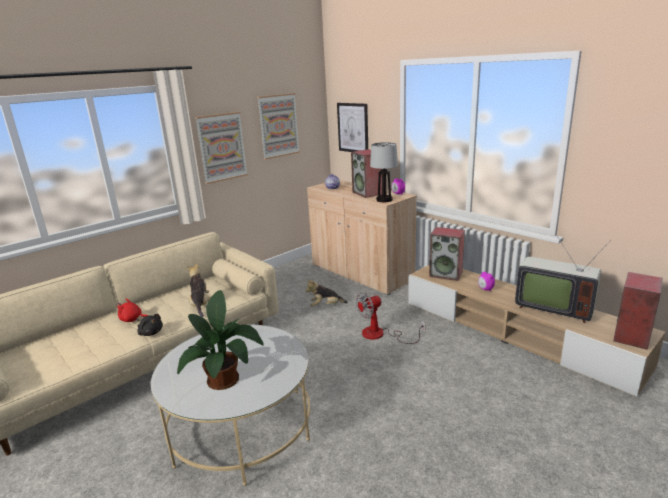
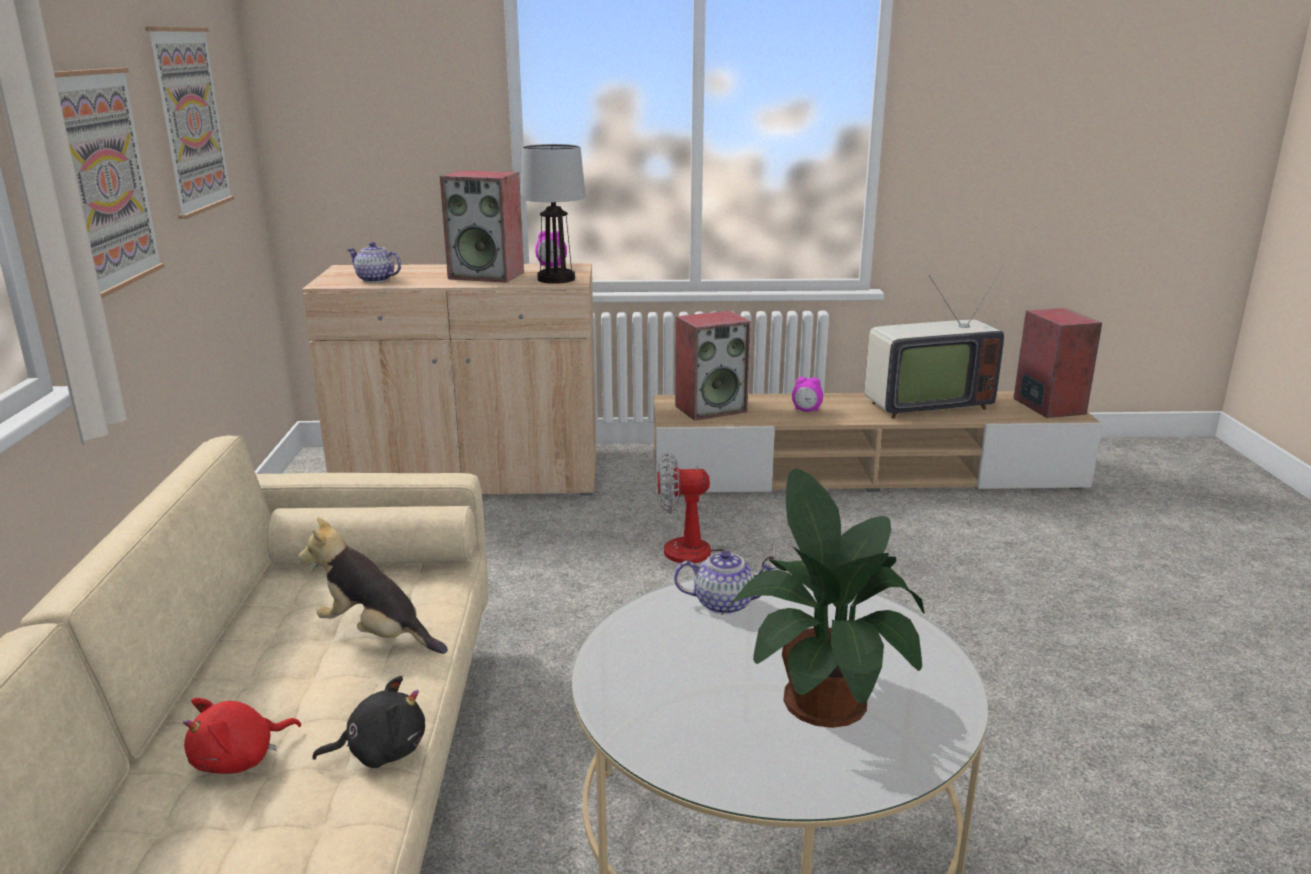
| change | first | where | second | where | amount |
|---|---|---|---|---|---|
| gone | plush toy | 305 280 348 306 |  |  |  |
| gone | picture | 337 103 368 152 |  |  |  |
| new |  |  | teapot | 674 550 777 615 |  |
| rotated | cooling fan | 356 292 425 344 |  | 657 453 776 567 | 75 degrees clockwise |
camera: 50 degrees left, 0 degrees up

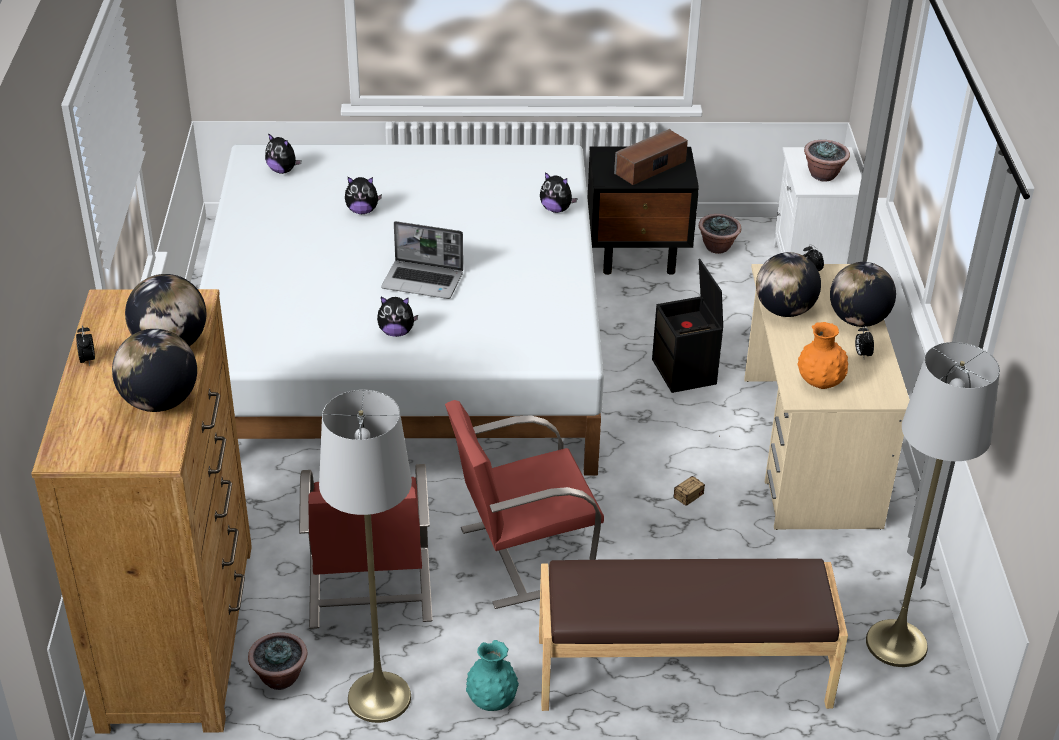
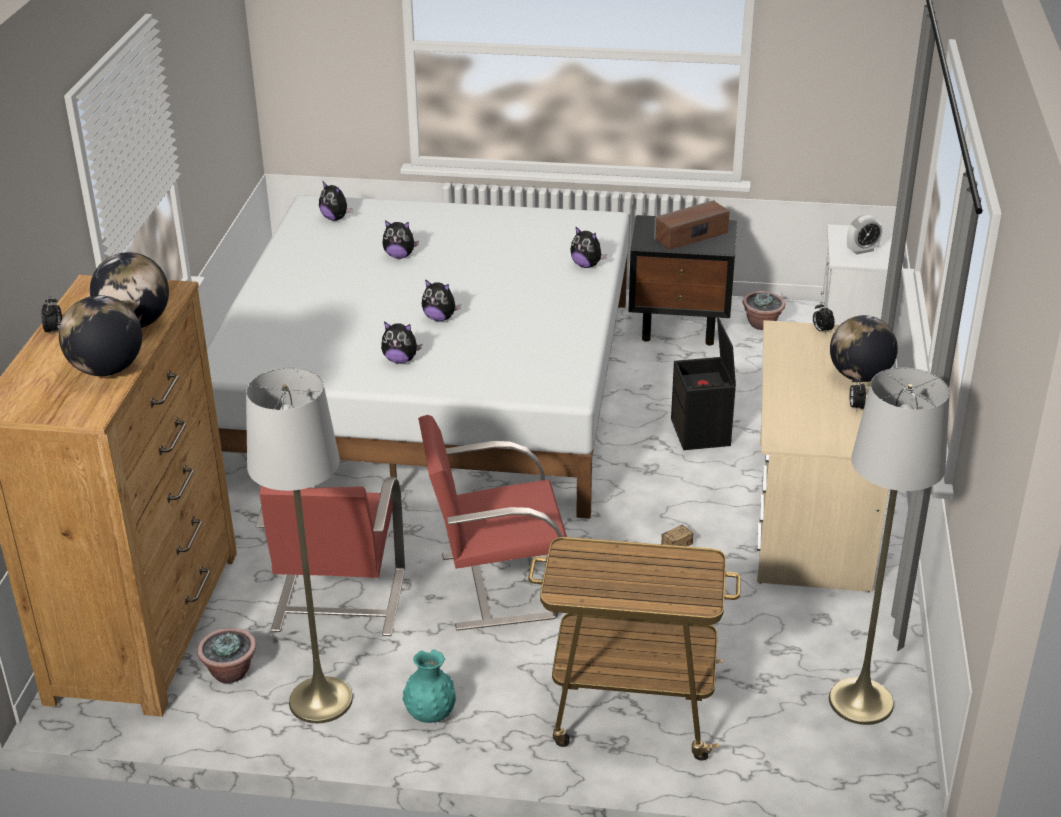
| change | first | where | second | where | amount |
|---|---|---|---|---|---|
| gone | world globe | 756 252 821 317 |  |  |  |
| gone | orangey vase | 797 322 848 389 |  |  |  |
| swapped | notebook computer | 381 221 463 299 | plush toy | 422 279 461 321 |  |
| swapped | brown-coloured indoor bench | 539 559 848 711 | wheeled cart | 528 537 741 760 |  |
| swapped | houseplant | 804 140 850 182 | alarm clock | 847 215 883 255 |  |
camera: 10 degrees right, 5 degrees down

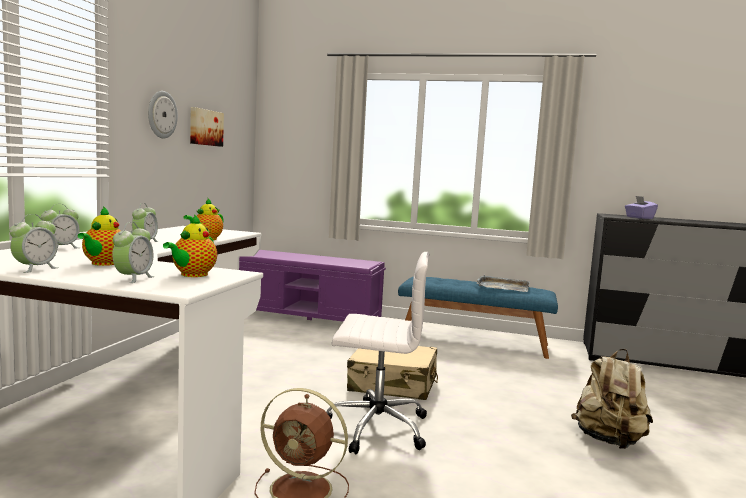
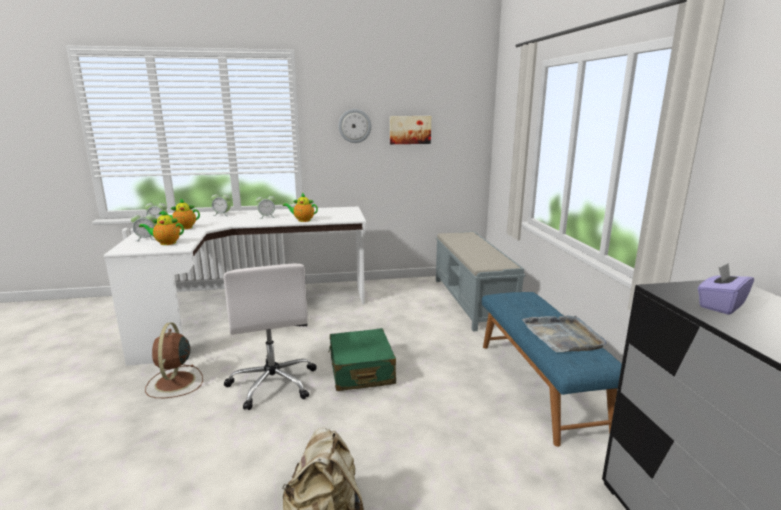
| change | first | where | second | where | amount |
|---|---|---|---|---|---|
| repainted | purple indoor bench | 239 250 386 322 | grey indoor bench | 436 231 525 332 |  |
| repainted | sand-coloured piece of luggage | 347 346 438 400 | green piece of luggage | 329 328 396 391 |  |
camera: 65 degrees right, 10 degrees up

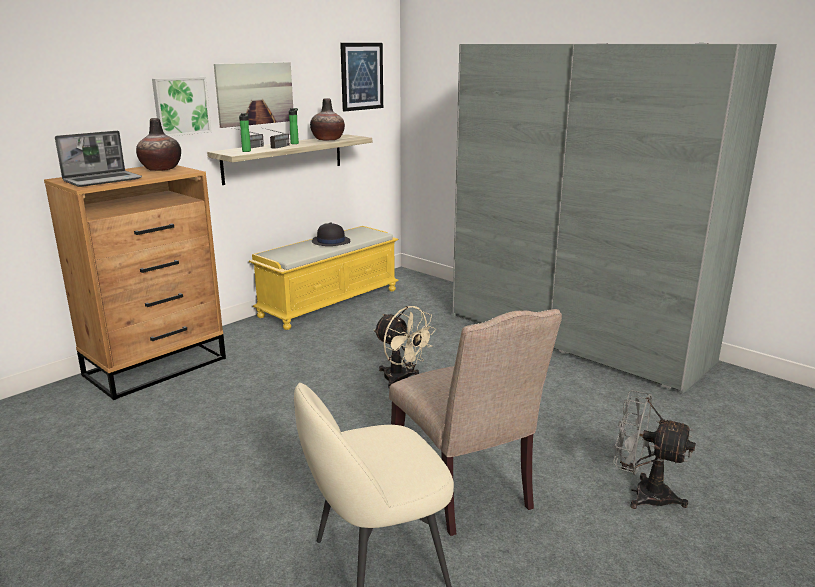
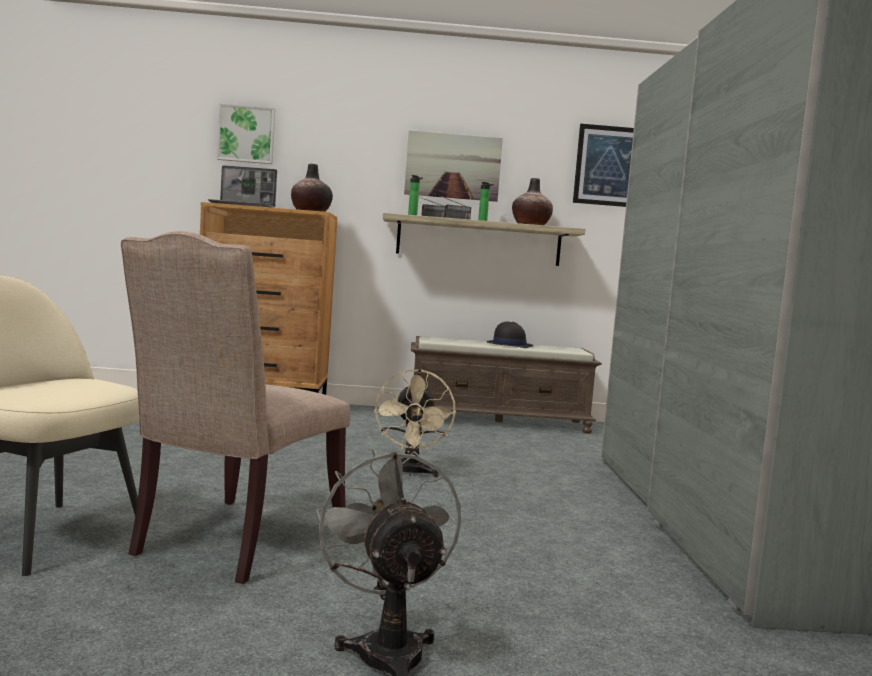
| change | first | where | second | where | amount |
|---|---|---|---|---|---|
| shifted | picture | 152 77 212 136 |  | 217 103 276 164 |  |
| repainted | yellow indoor bench | 249 226 399 330 | brown-coloured indoor bench | 411 336 602 434 |  |
camera: 45 degrees right, 15 degrees down

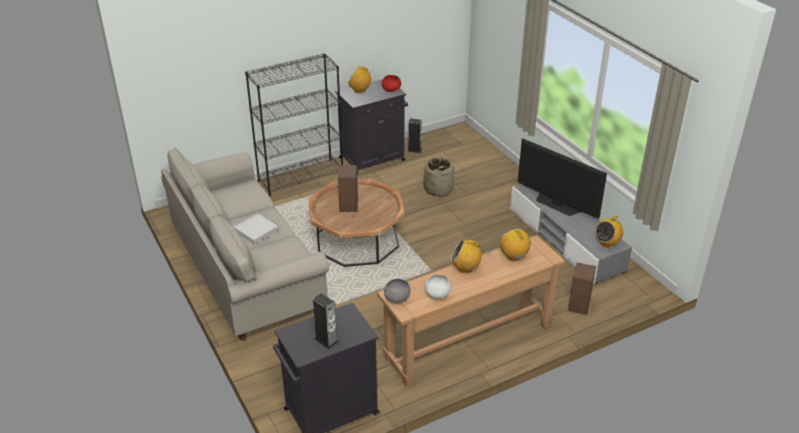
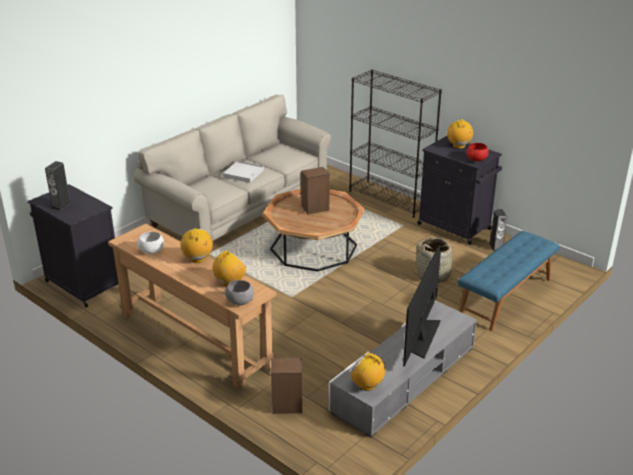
| change | first | where | second | where | amount |
|---|---|---|---|---|---|
| new |  |  | blue-coloured indoor bench | 458 231 560 331 |  |
| shifted | grey serving bowl | 384 279 411 303 |  | 225 280 254 306 |  |
camera: 70 degrees right, 5 degrees down

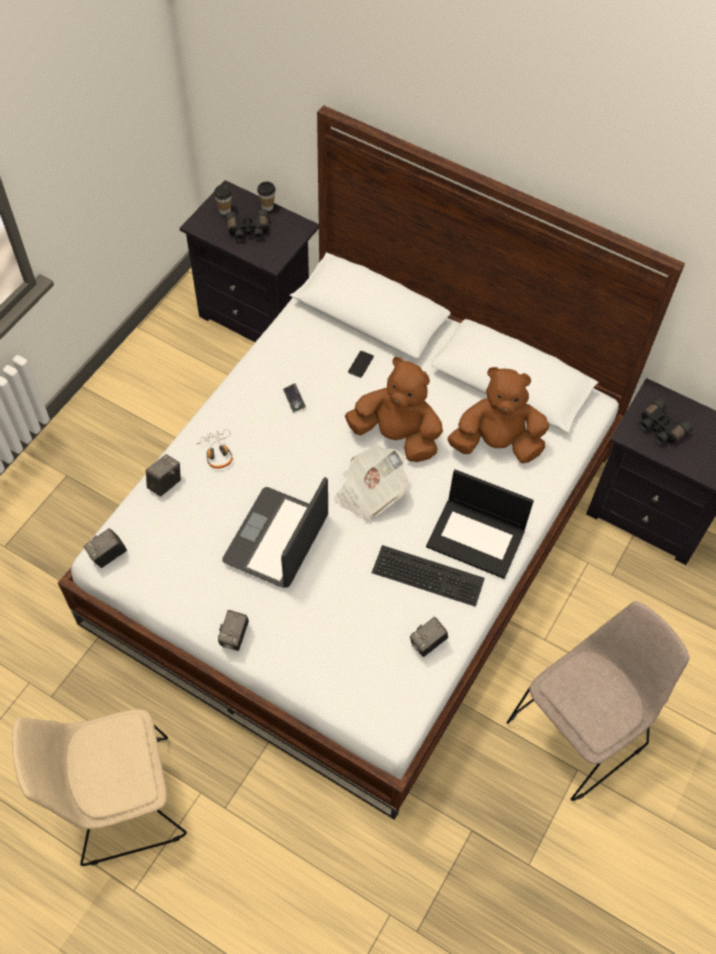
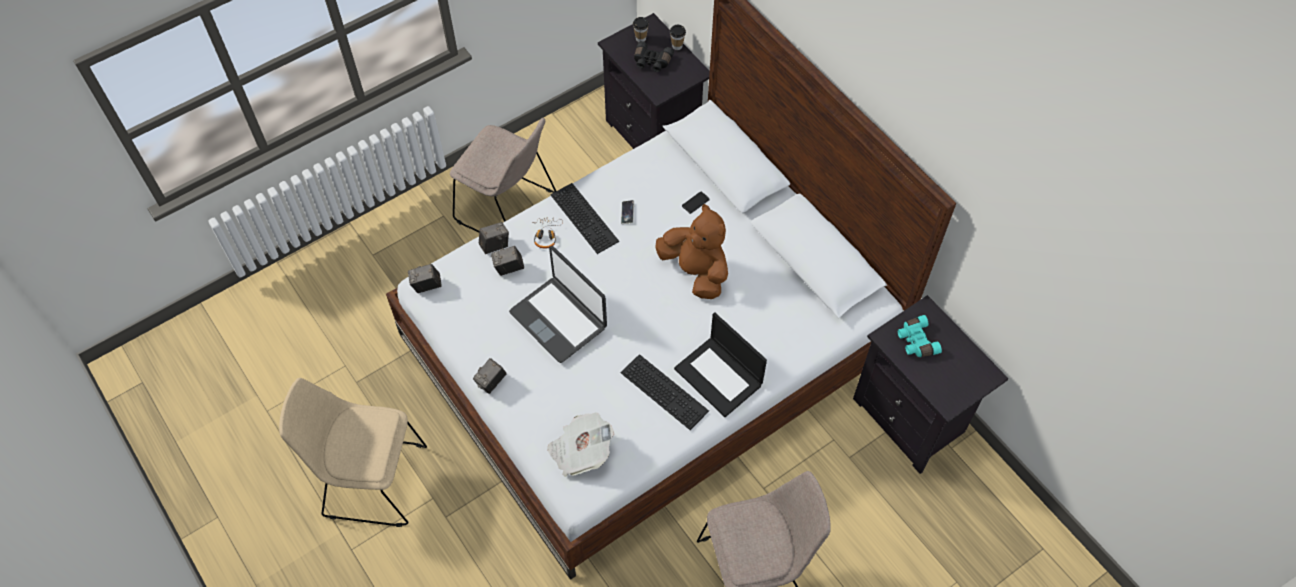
| change | first | where | second | where | amount |
|---|---|---|---|---|---|
| gone | brown-coloured plush toy | 447 367 549 463 |  |  |  |
| new |  |  | sand-coloured upright chair | 450 118 556 232 |  |
| new |  |  | keyboard | 550 183 619 254 |  |
| shifted | newspaper | 334 445 408 521 |  | 547 412 614 477 |  |
| shifted | still camera | 410 617 448 657 |  | 491 246 524 276 |  |
| repainted | blackish binoculars | 639 398 693 444 | turquoise binoculars | 898 315 942 357 |  |
| rotated | notebook computer | 222 477 328 588 |  | 509 246 607 363 | 90 degrees counterclockwise |
camera: 25 degrees right, 0 degrees up

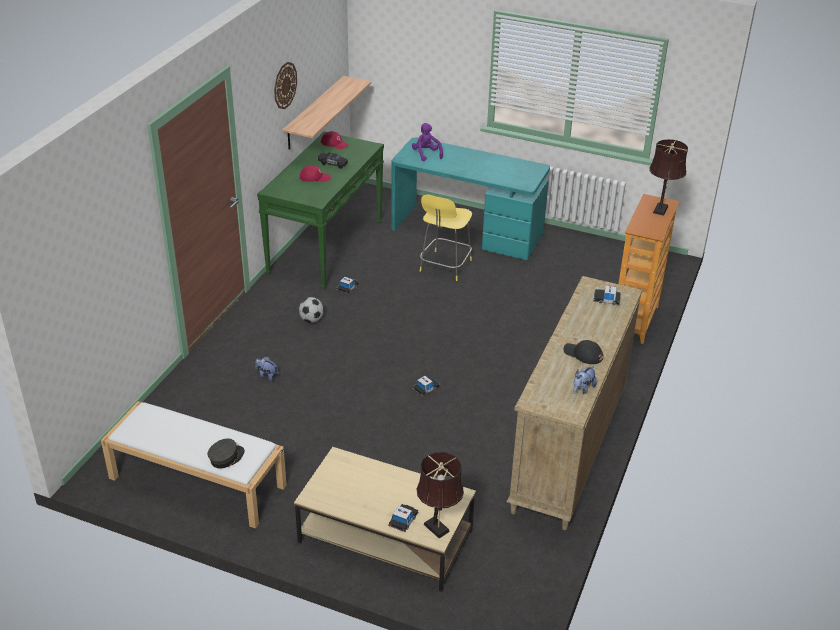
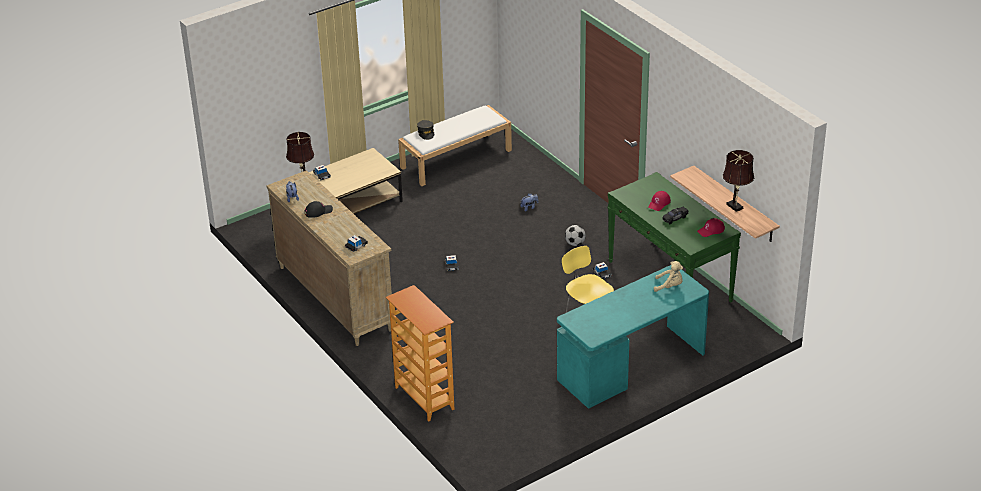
| change | first | where | second | where | amount |
|---|---|---|---|---|---|
| gone | hanging clock | 274 62 297 109 |  |  |  |
| shifted | brown-coloured lamp for a table | 649 139 688 216 |  | 723 150 754 212 |  |
| repainted | purple plush toy | 412 123 443 161 | sand-coloured plush toy | 654 261 683 292 |  |
camera: 125 degrees right, 0 degrees up

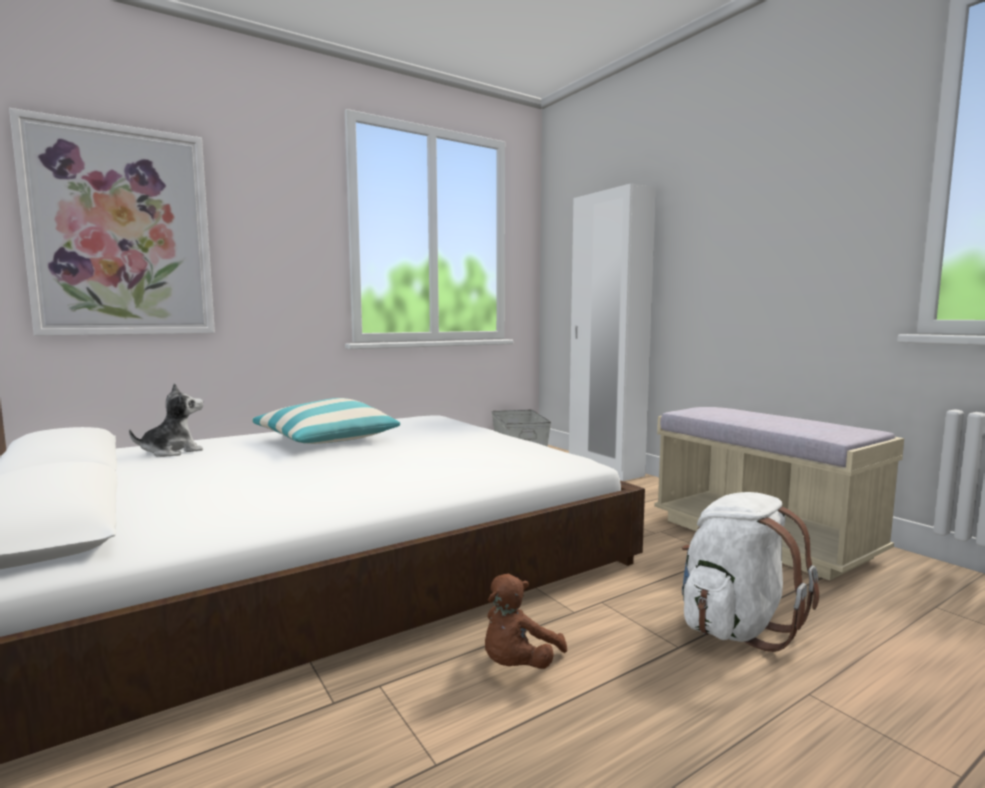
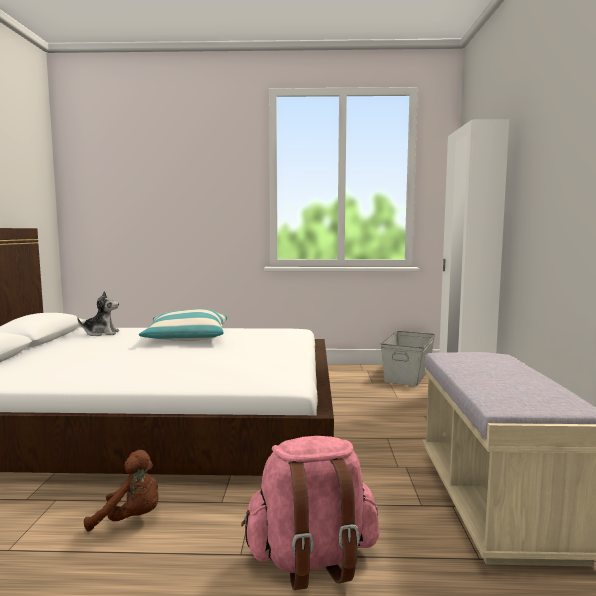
| change | first | where | second | where | amount |
|---|---|---|---|---|---|
| gone | picture | 9 108 215 336 |  |  |  |
| repainted | whitish knapsack | 682 492 819 652 | pink knapsack | 241 436 380 590 |  |
| rotated | brown-coloured plush toy | 485 573 567 669 |  | 84 450 159 532 | 150 degrees counterclockwise |
camera: 35 degrees right, 0 degrees up

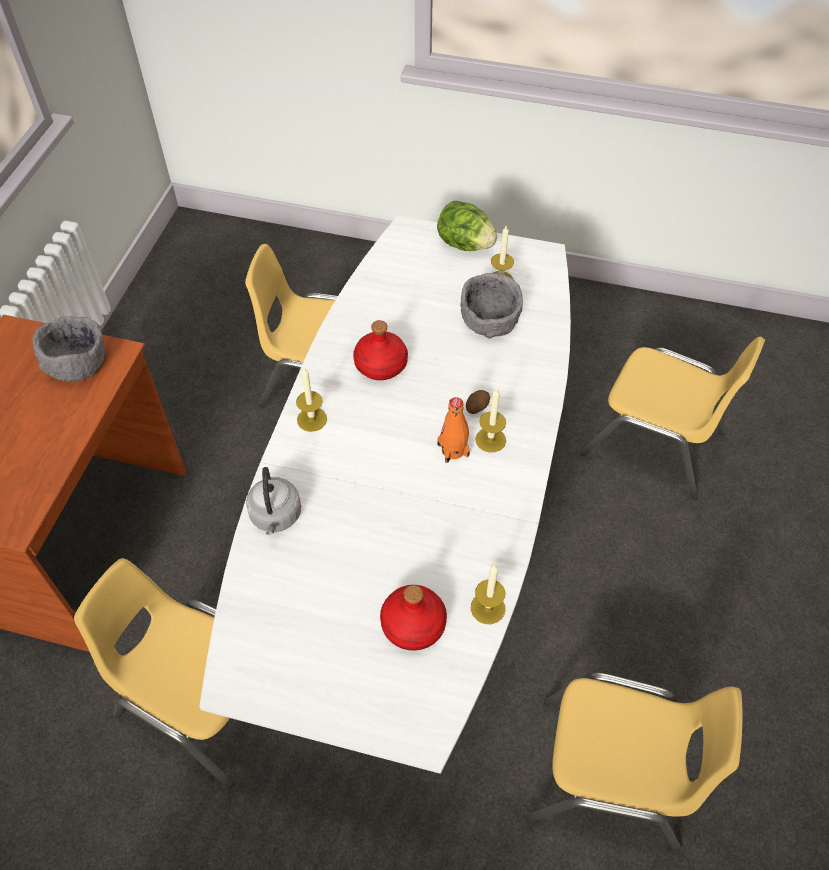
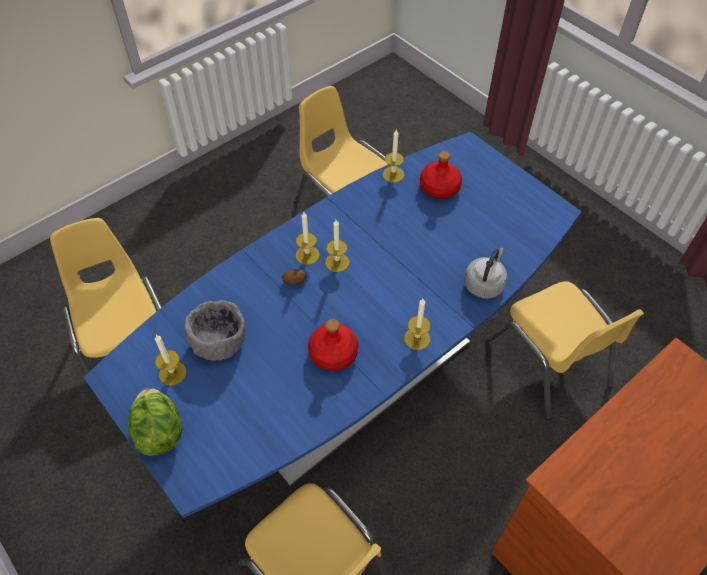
| change | first | where | second | where | amount |
|---|---|---|---|---|---|
| gone | grey serving bowl | 32 316 106 382 |  |  |  |
| swapped | orangey beverage bottle | 437 397 470 463 | candle | 325 220 349 272 |  |
| repainted | whitish dinner table | 199 215 571 774 | blue-coloured dinner table | 83 132 582 518 |  |
camera: 145 degrees left, 0 degrees up

